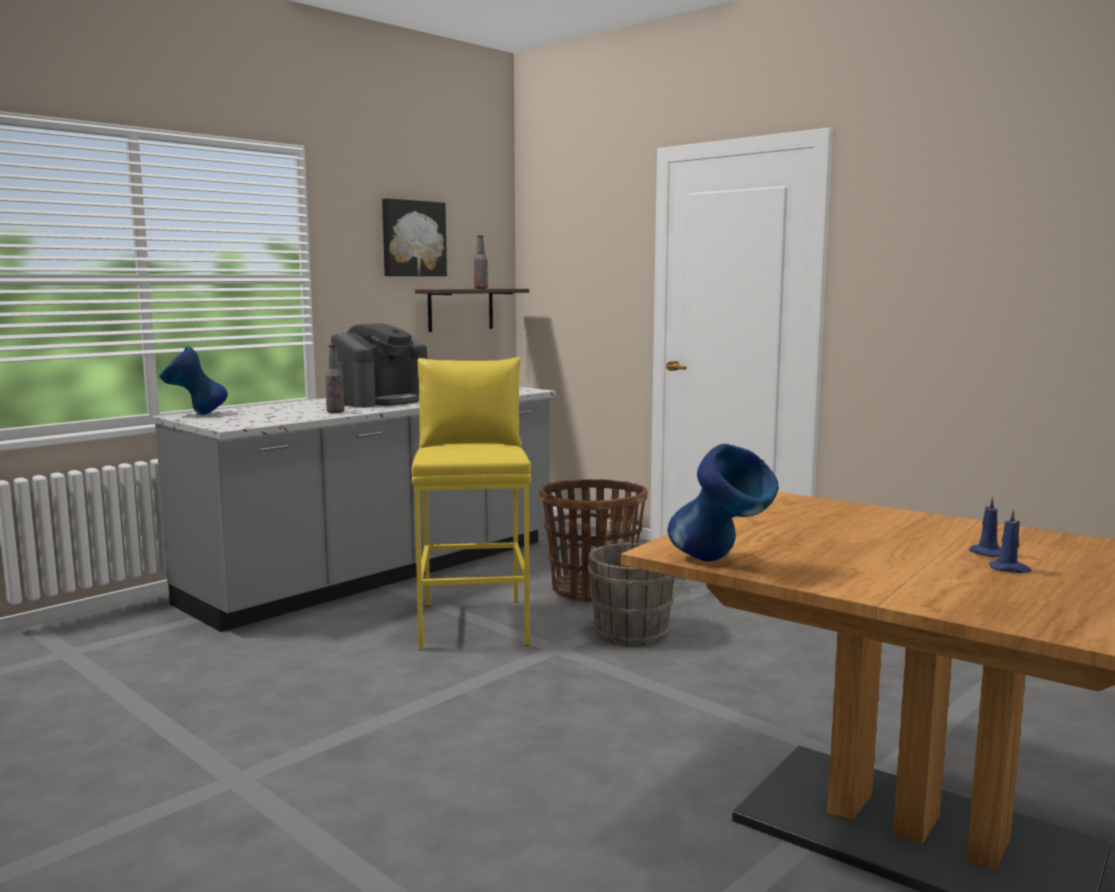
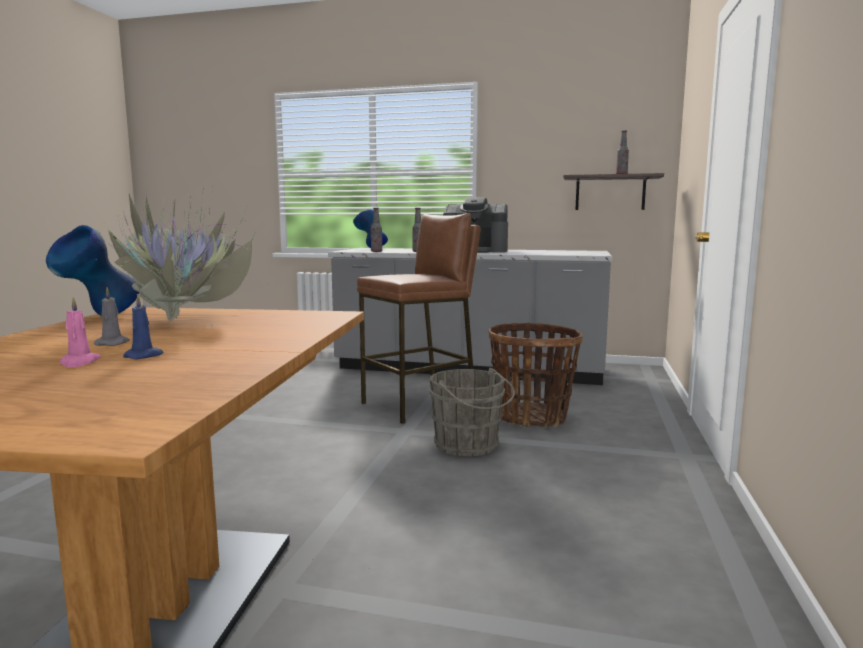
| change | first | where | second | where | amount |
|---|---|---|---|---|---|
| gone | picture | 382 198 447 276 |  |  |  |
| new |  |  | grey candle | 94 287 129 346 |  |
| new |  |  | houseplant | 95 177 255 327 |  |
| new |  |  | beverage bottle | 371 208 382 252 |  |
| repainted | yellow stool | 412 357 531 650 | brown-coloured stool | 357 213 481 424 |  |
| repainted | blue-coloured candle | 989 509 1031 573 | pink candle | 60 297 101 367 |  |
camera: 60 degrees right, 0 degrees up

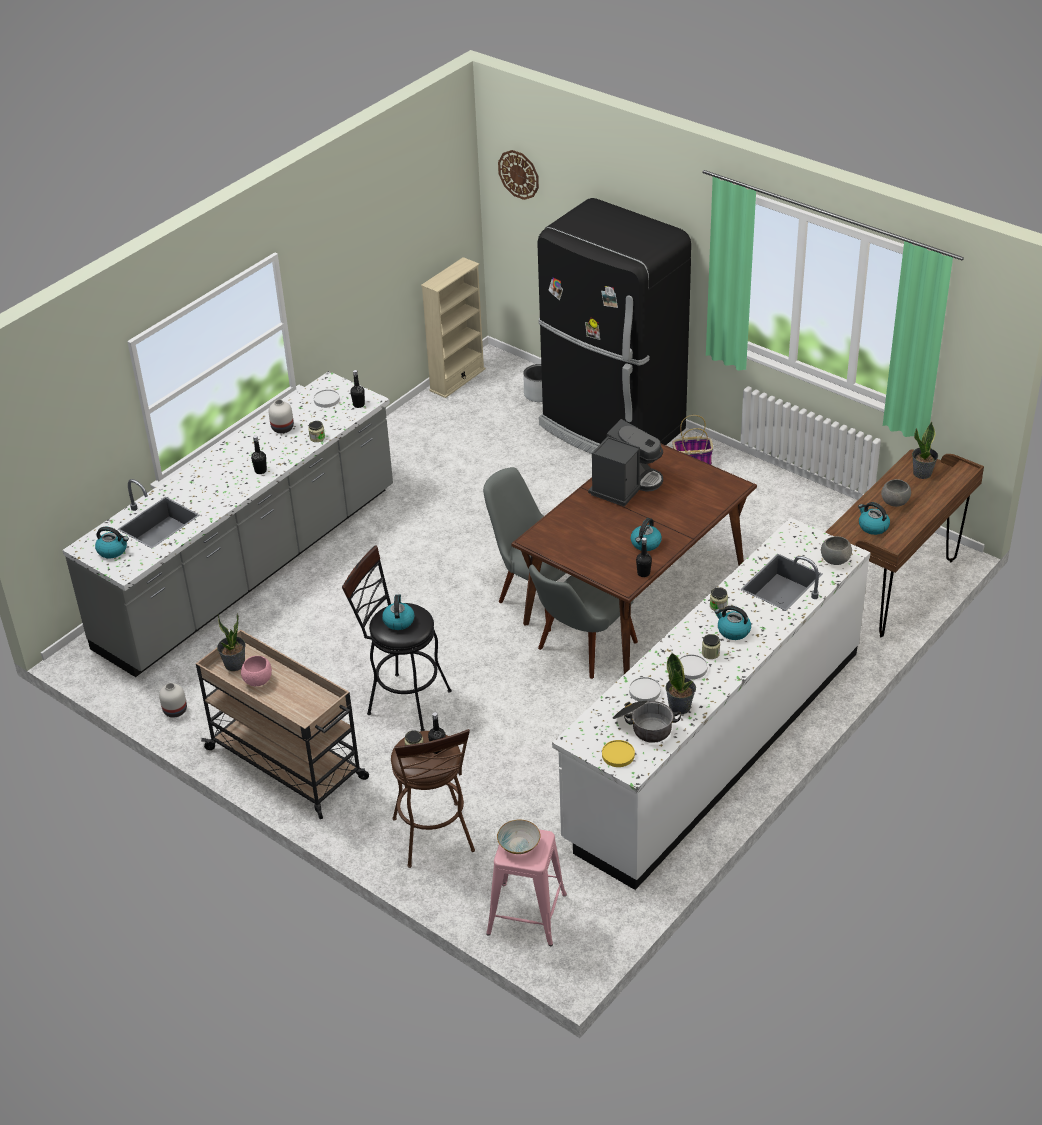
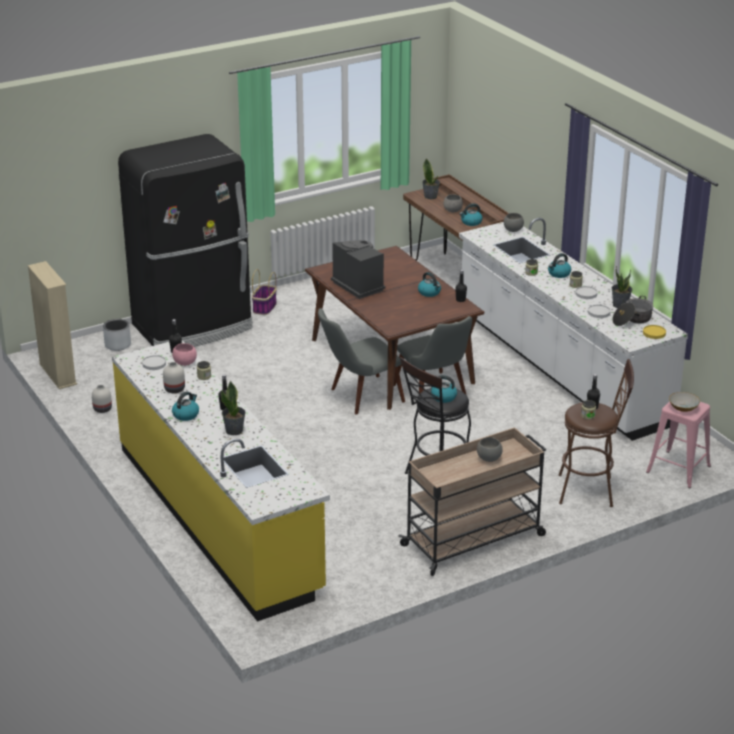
| change | first | where | second | where | amount |
|---|---|---|---|---|---|
| gone | hanging clock | 498 150 539 200 |  |  |  |
| new |  |  | grey serving bowl | 477 437 503 462 |  |
| shifted | kettle | 95 527 129 558 |  | 172 391 199 421 |  |
| shifted | whitish vase | 159 683 187 718 |  | 92 385 112 413 |  |
| shifted | houseplant | 217 614 246 671 |  | 221 381 246 435 |  |
| shifted | pink serving bowl | 241 656 272 686 |  | 172 343 197 366 |  |
| repainted | grey kitchen base unit | 62 371 393 677 | yellow kitchen base unit | 112 340 330 622 |  |
camera: 70 degrees left, 10 degrees down

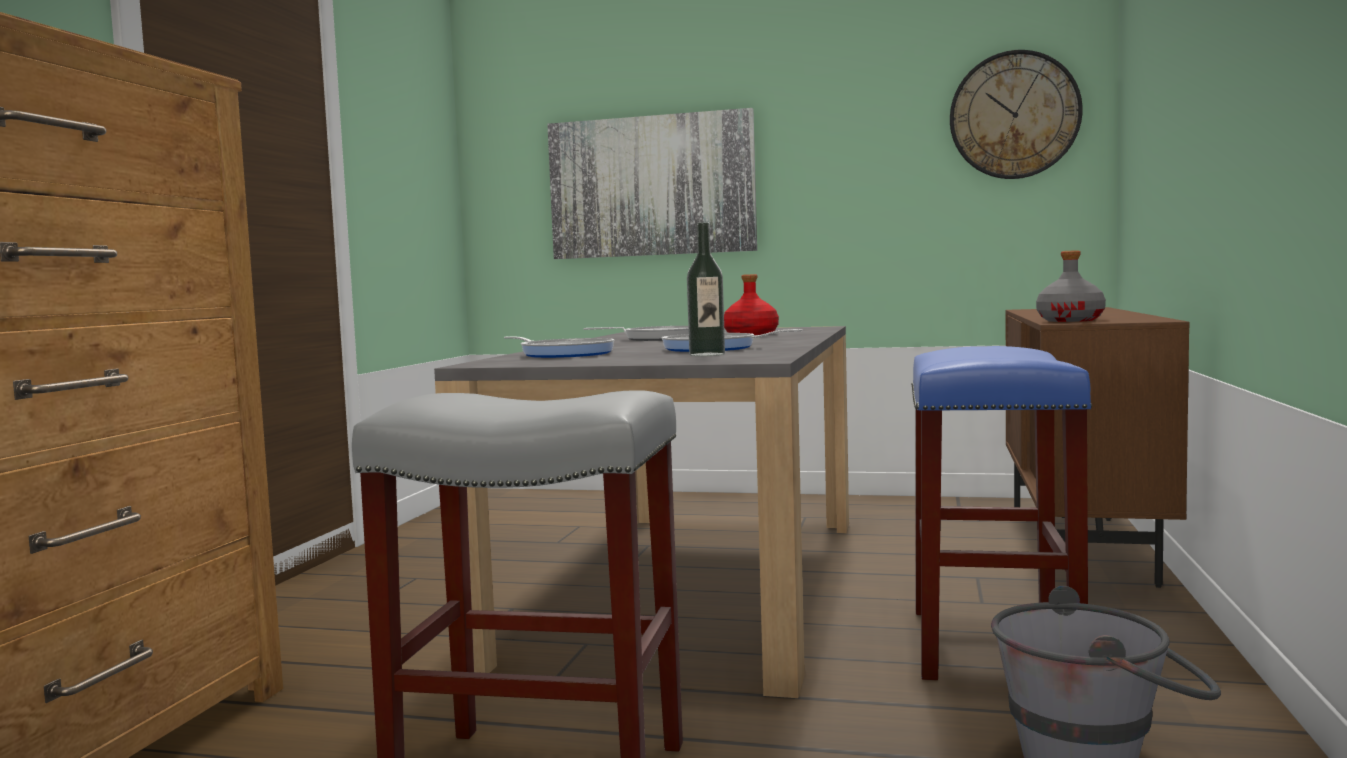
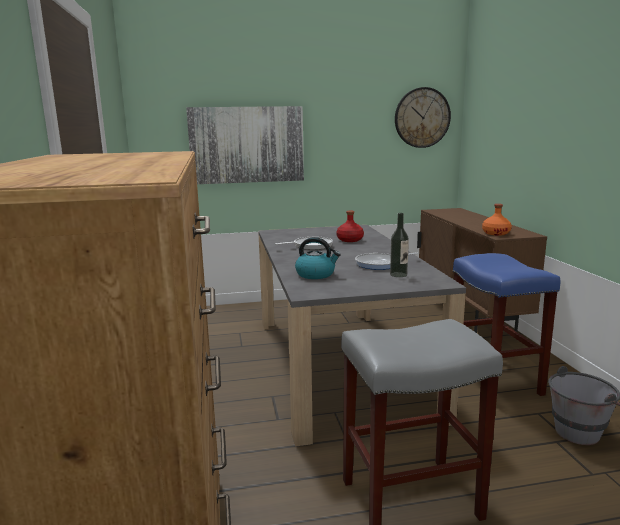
| change | first | where | second | where | amount |
|---|---|---|---|---|---|
| swapped | pan | 504 336 615 358 | kettle | 295 237 341 279 |  |
| repainted | grey beverage bottle | 1036 250 1106 322 | orangey beverage bottle | 482 204 512 236 |  |
camera: 25 degrees left, 10 degrees up

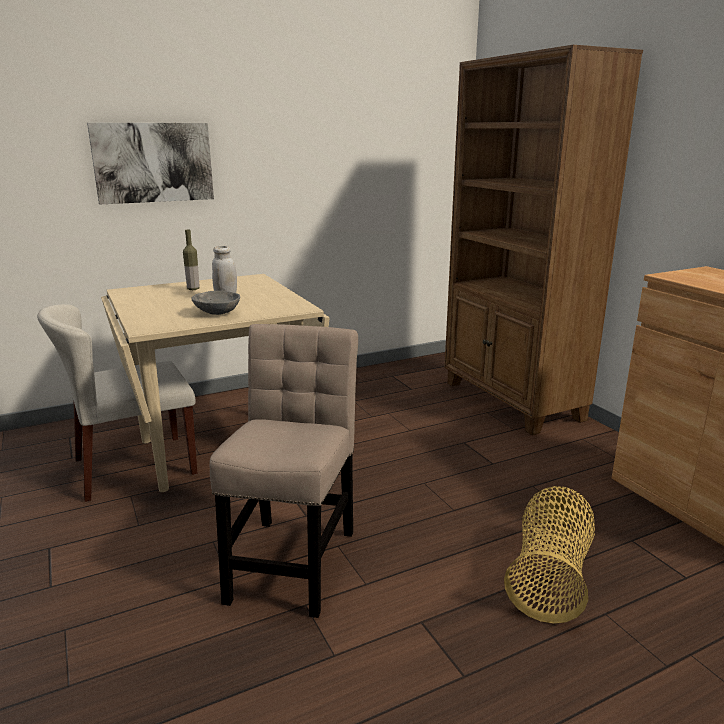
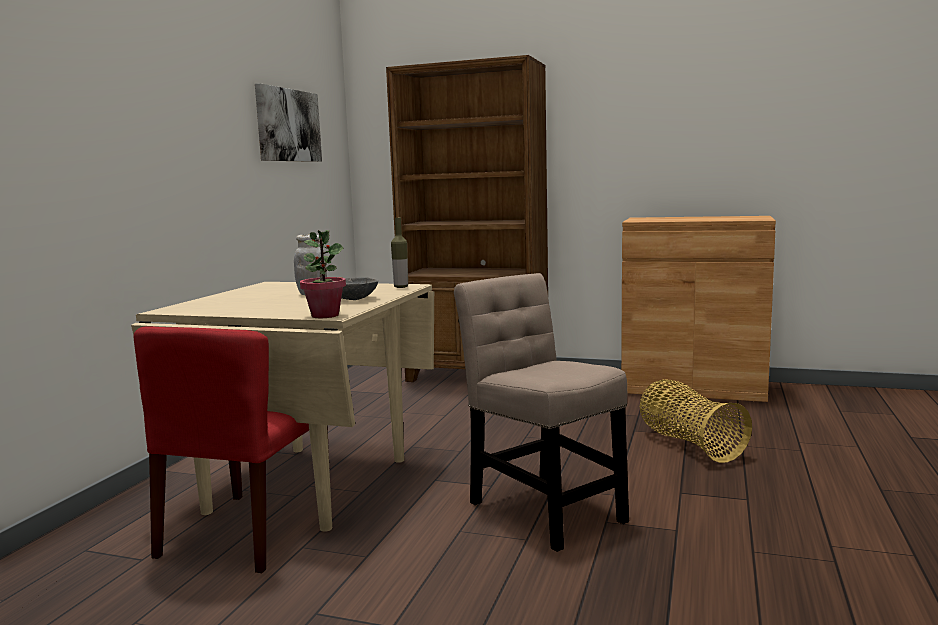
| change | first | where | second | where | amount |
|---|---|---|---|---|---|
| new |  |  | houseplant | 300 230 346 318 |  |
| shifted | picture | 87 123 214 204 |  | 255 83 322 162 |  |
| shifted | beverage bottle | 183 230 200 290 |  | 391 218 408 288 |  |
| repainted | sand-coloured upright chair | 37 304 197 502 | red upright chair | 134 327 329 573 |  |
camera: 45 degrees left, 10 degrees down

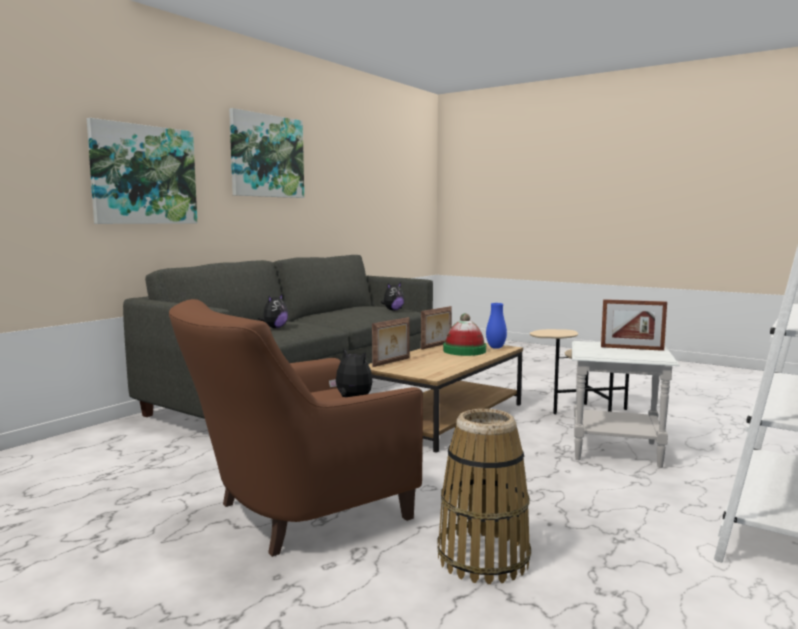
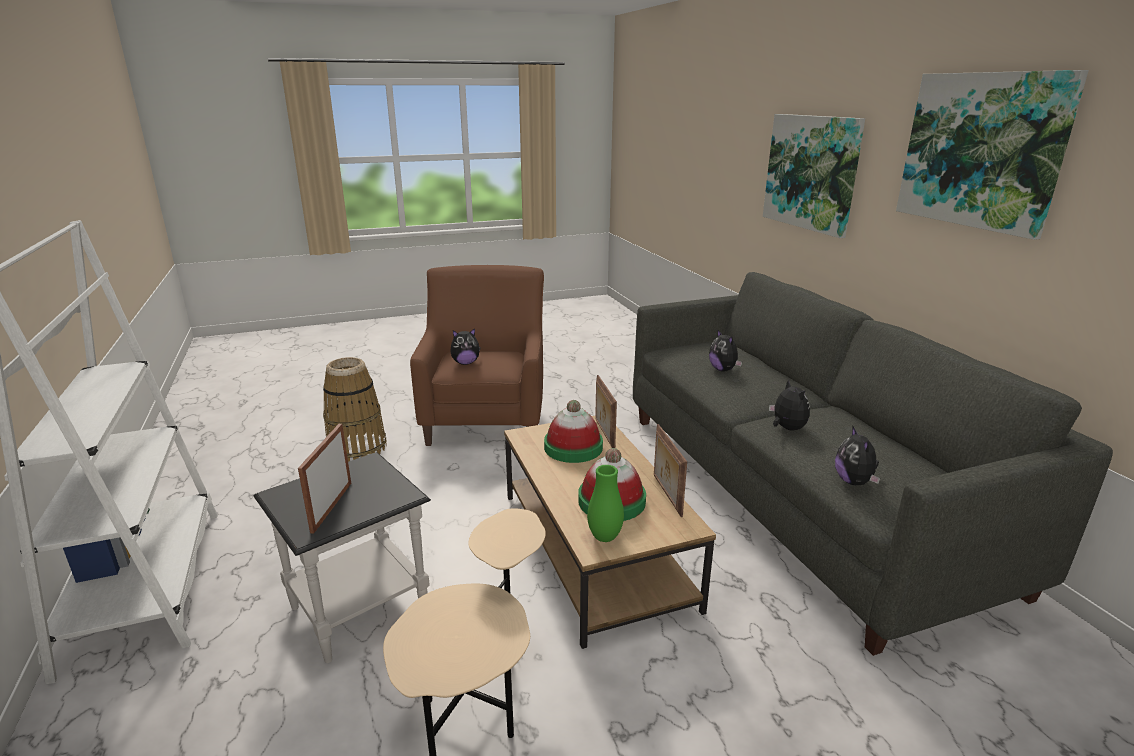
| change | first | where | second | where | amount |
|---|---|---|---|---|---|
| new |  |  | clothing hat | 544 400 603 463 |  |
| new |  |  | plush toy | 769 379 810 431 |  |
| repainted | blue-coloured vase | 486 303 507 349 | green vase | 587 465 624 542 |  |
| repainted | whitish accent table | 572 341 680 468 | blackish accent table | 254 452 431 663 |  |
| rotated | picture frame | 601 299 667 351 |  | 298 424 351 534 | 45 degrees counterclockwise |
camera: 125 degrees right, 15 degrees up

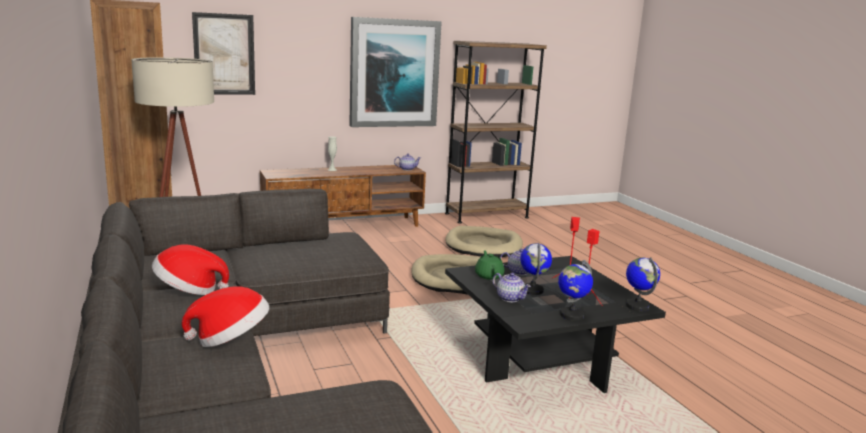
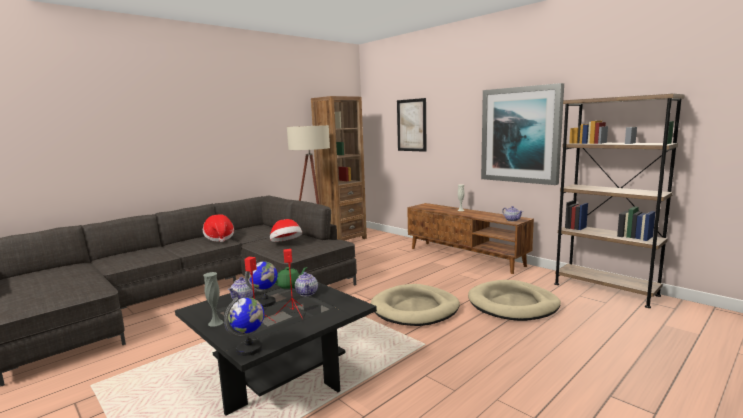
| change | first | where | second | where | amount |
|---|---|---|---|---|---|
| shifted | clothing hat | 182 287 269 347 |  | 270 219 302 242 |  |
| swapped | world globe | 558 260 593 321 | grey vase | 203 272 223 327 |  |
camera: 70 degrees right, 5 degrees down

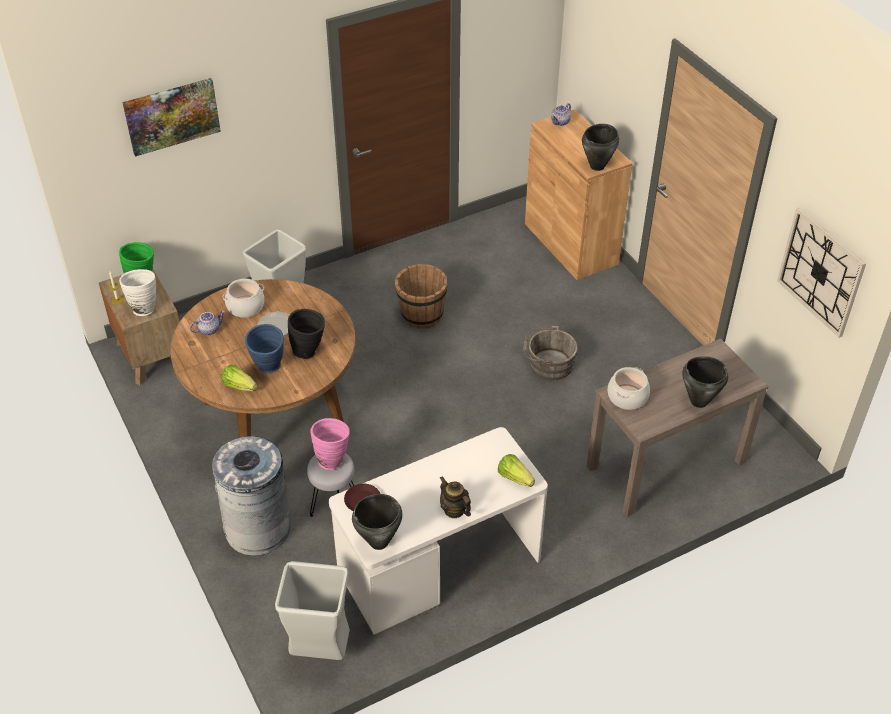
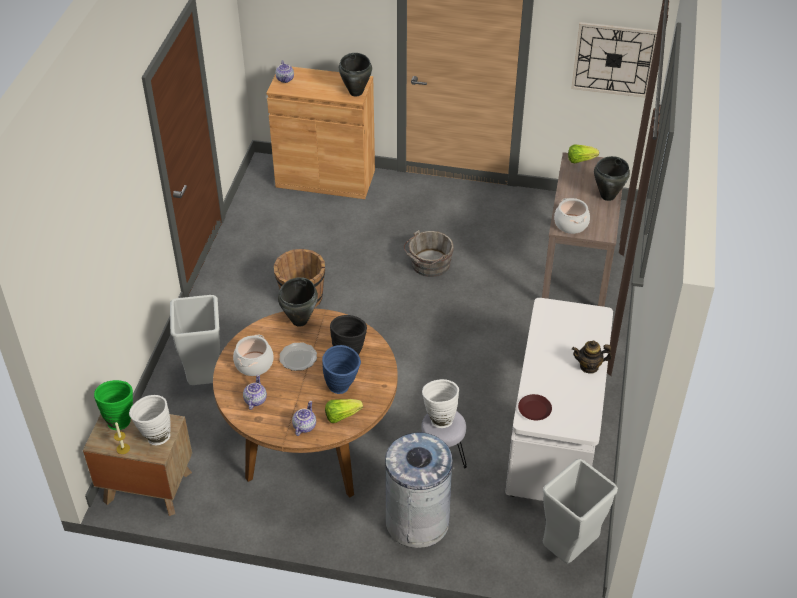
| change | first | where | second | where | amount |
|---|---|---|---|---|---|
| gone | picture | 122 78 221 156 |  |  |  |
| new |  |  | teapot | 292 401 316 436 |  |
| shifted | blackish cooking pot | 352 494 402 550 |  | 278 277 318 327 |  |
| shifted | lettuce head | 498 454 535 487 |  | 568 145 599 163 |  |
| repainted | pink vase | 310 418 350 470 | whitish vase | 422 379 459 428 |  |
camera: 50 degrees left, 0 degrees up

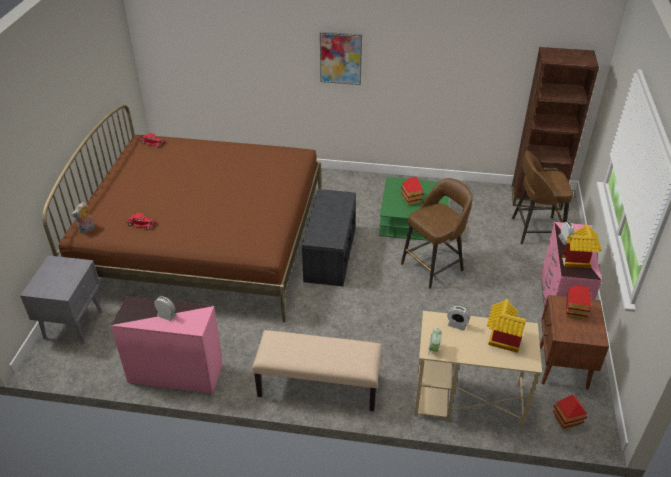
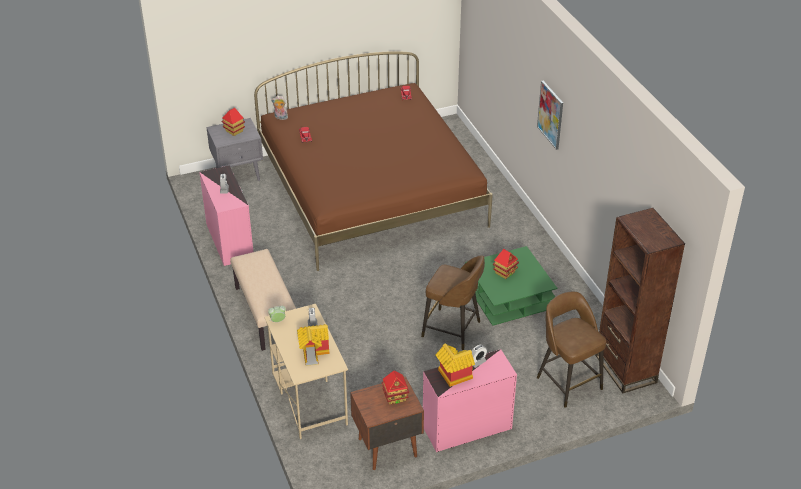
| change | first | where | second | where | amount |
|---|---|---|---|---|---|
| gone | grey indoor bench | 302 189 356 286 |  |  |  |
| shifted | miniature house | 553 395 587 430 |  | 222 108 245 136 |  |
camera: 60 degrees right, 0 degrees up

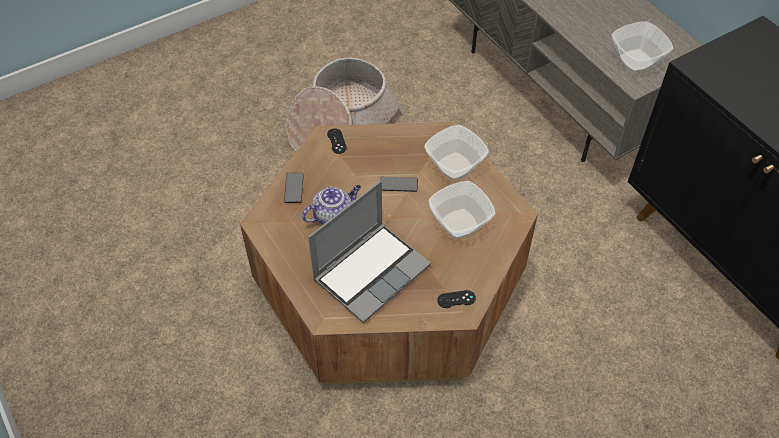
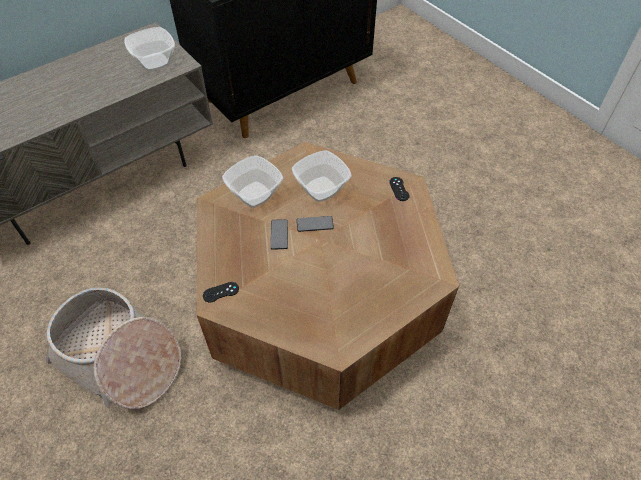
| change | first | where | second | where | amount |
|---|---|---|---|---|---|
| gone | teapot | 302 185 361 225 |  |  |  |
| gone | notebook computer | 308 181 431 323 |  |  |  |
| shifted | telephone | 284 173 304 203 |  | 297 216 334 232 |  |
camera: 95 degrees left, 0 degrees up

